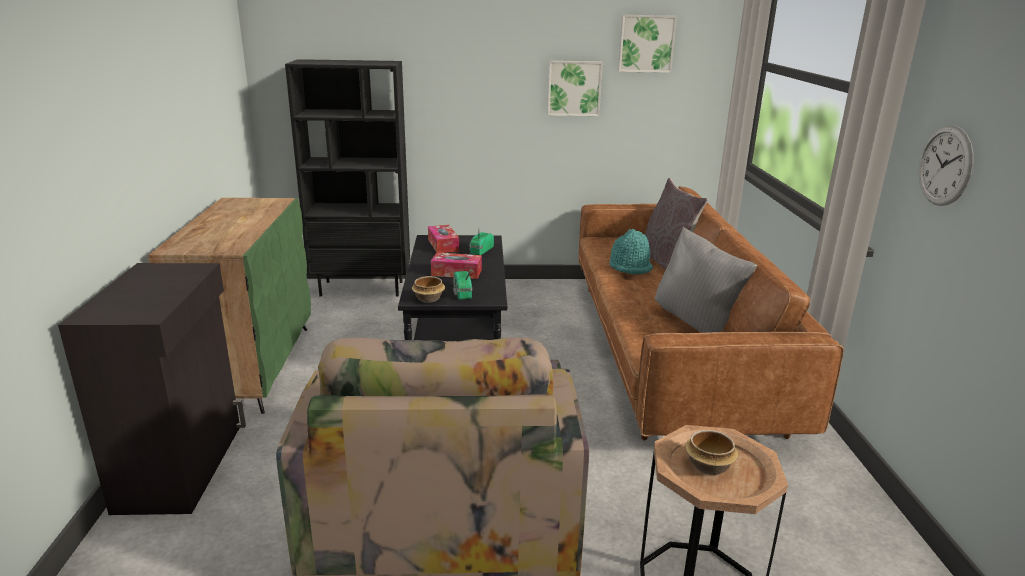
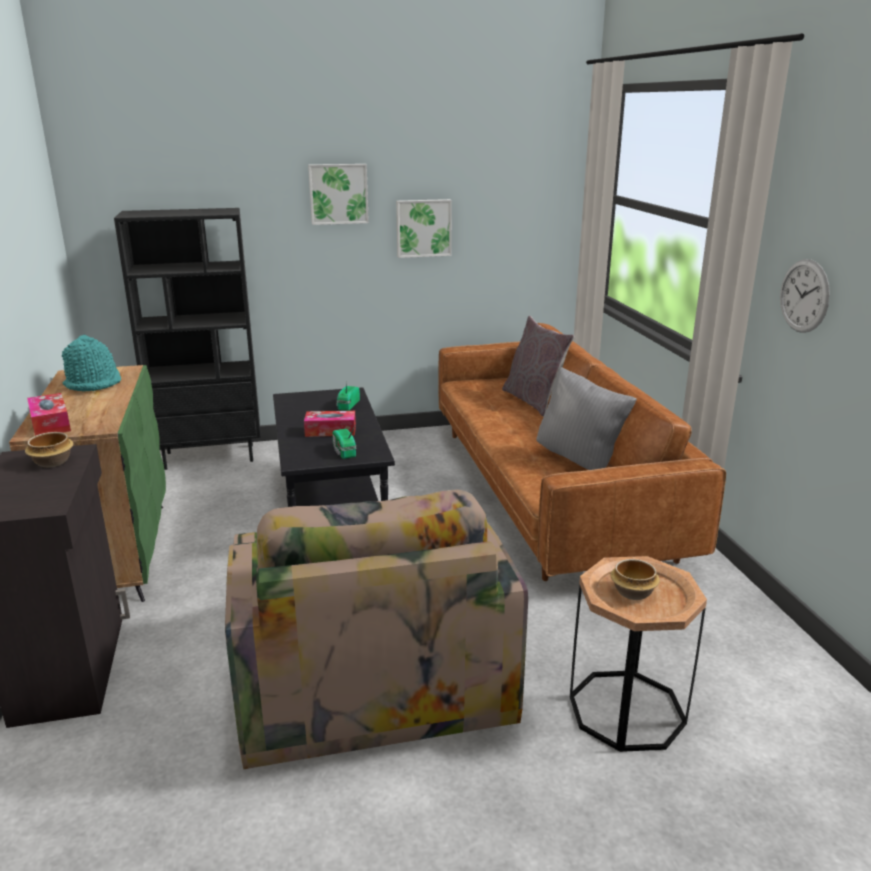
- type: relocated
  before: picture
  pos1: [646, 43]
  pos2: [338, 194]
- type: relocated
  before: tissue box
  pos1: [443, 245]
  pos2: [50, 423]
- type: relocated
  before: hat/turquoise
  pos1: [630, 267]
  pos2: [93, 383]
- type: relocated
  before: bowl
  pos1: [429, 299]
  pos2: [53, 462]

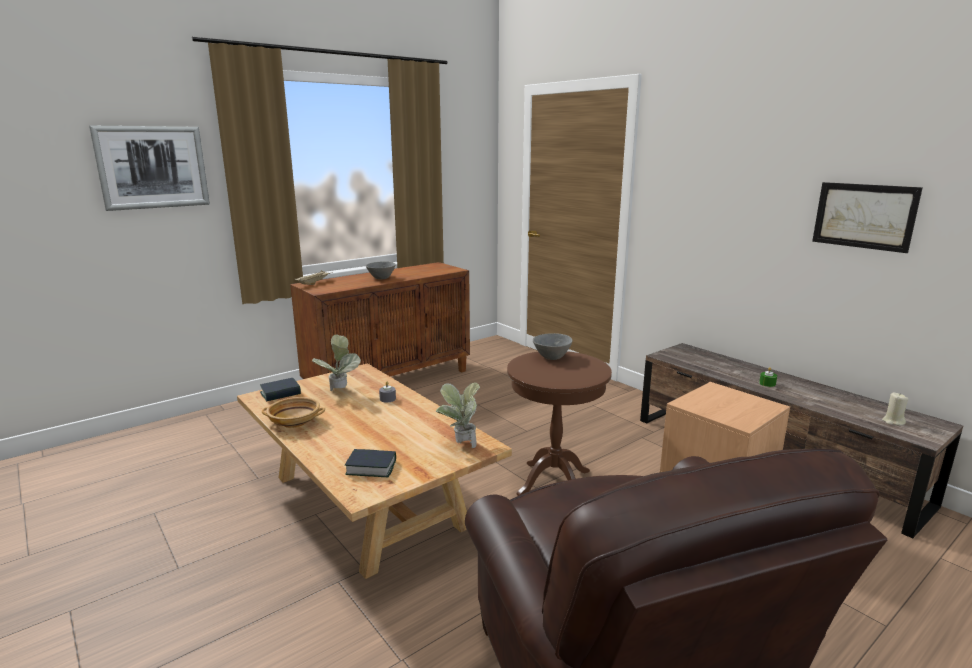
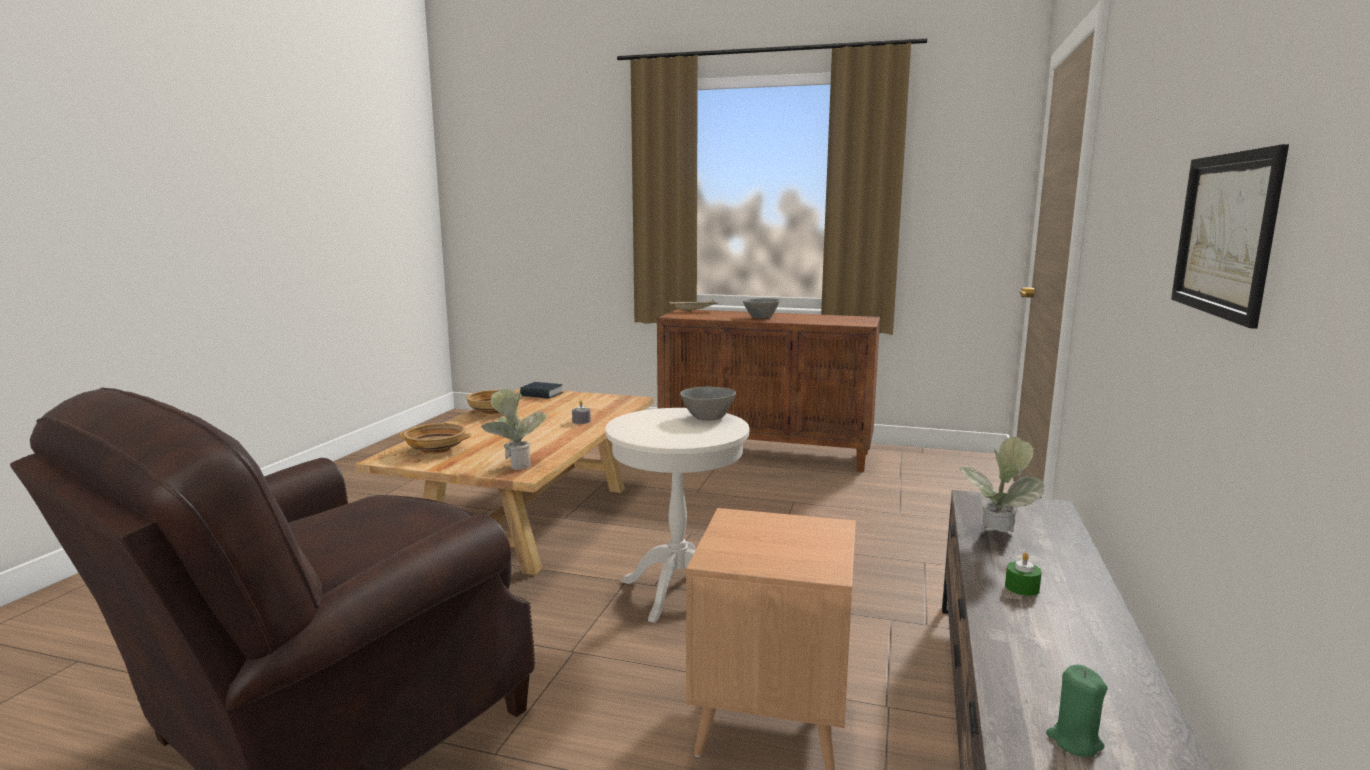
- type: missing
  before: picture
  pos1: [152, 167]
- type: relocated
  before: potted plant
  pos1: [339, 392]
  pos2: [996, 537]
- type: colour
  before: side table/brown
  after: side table/white
  pos1: [554, 482]
  pos2: [678, 592]
- type: colour
  before: candle/beige
  after: candle/green
  pos1: [893, 421]
  pos2: [1074, 741]
- type: exchanged
  before: book
  after: bowl/beige
  pos1: [371, 467]
  pos2: [437, 449]

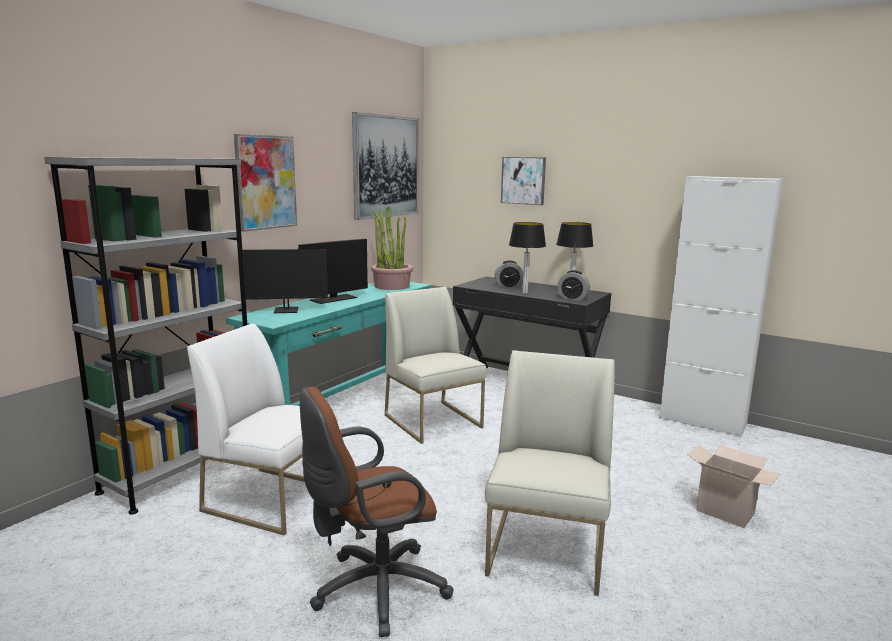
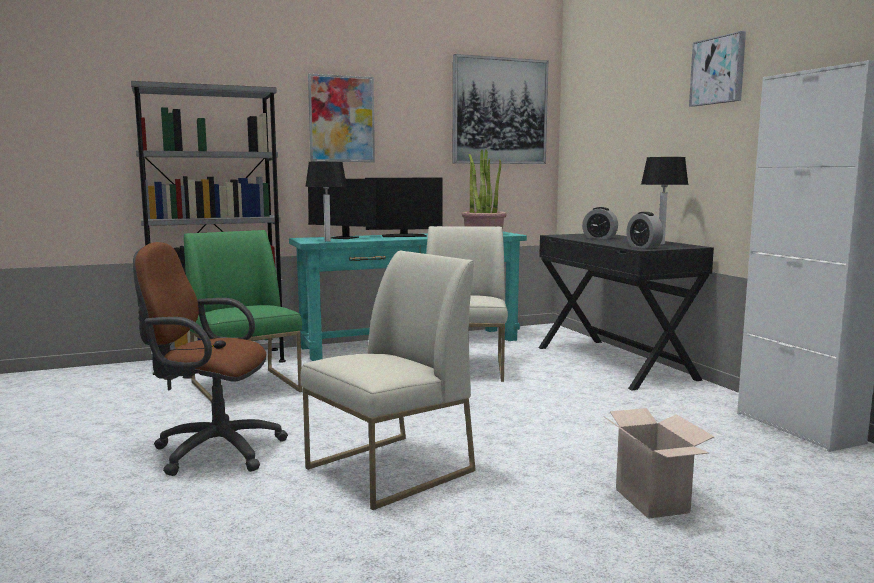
- type: relocated
  before: picture
  pos1: [523, 180]
  pos2: [718, 70]
- type: relocated
  before: table lamp
  pos1: [525, 293]
  pos2: [327, 241]
- type: colour
  before: chair/white
  after: chair/green
  pos1: [273, 499]
  pos2: [247, 387]

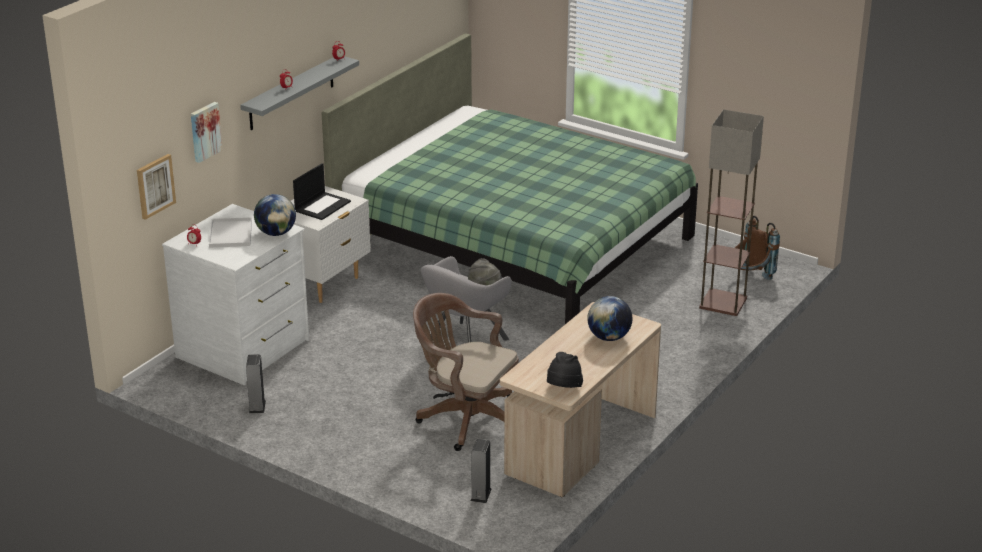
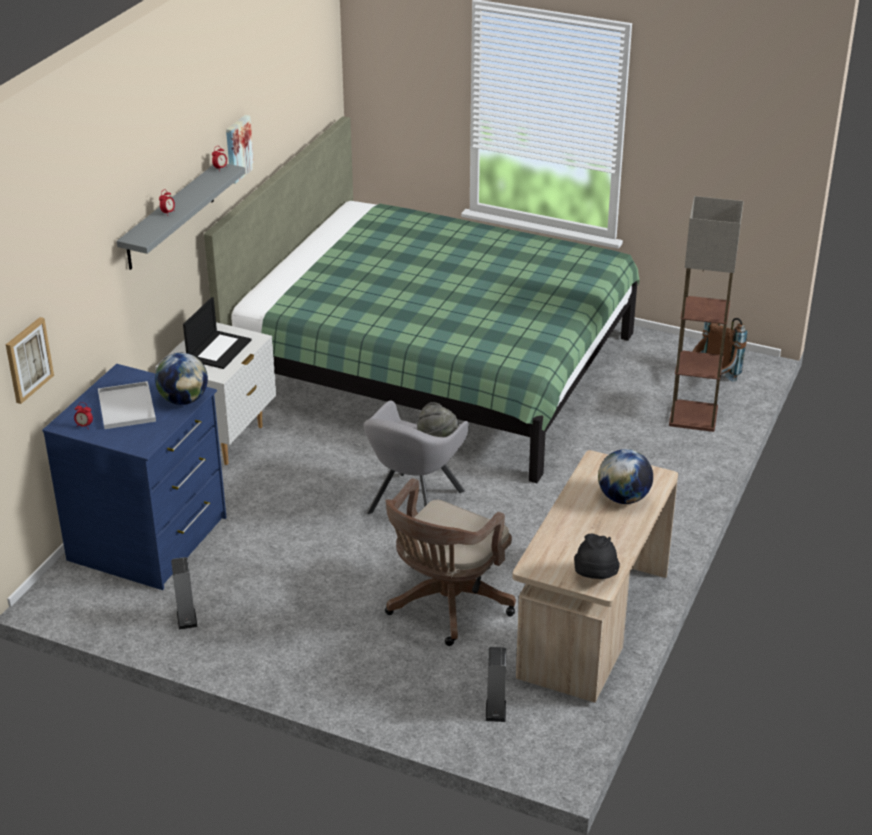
- type: relocated
  before: picture
  pos1: [204, 131]
  pos2: [237, 148]
- type: colour
  before: dresser/white
  after: dresser/blue
  pos1: [244, 349]
  pos2: [150, 539]
- type: spun
  before: office chair/brown
  pos1: [465, 419]
  pos2: [445, 605]
  turn: -75

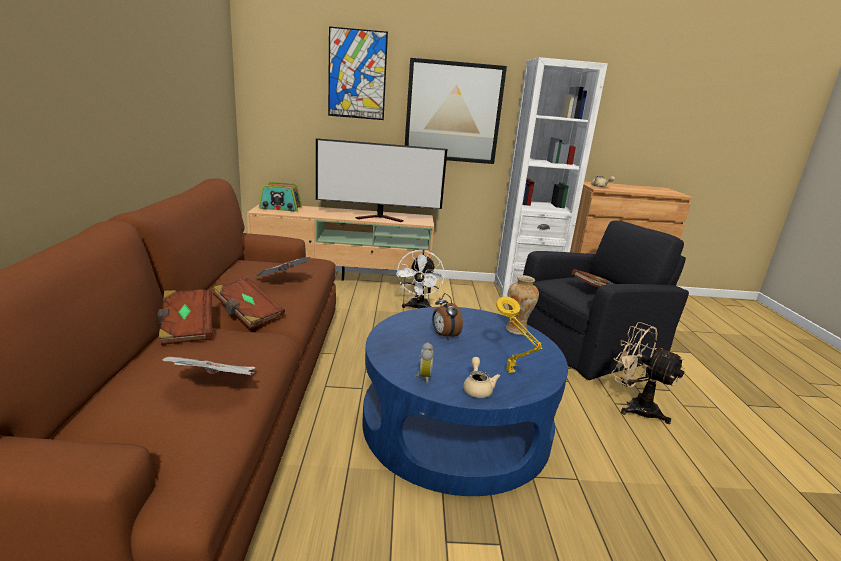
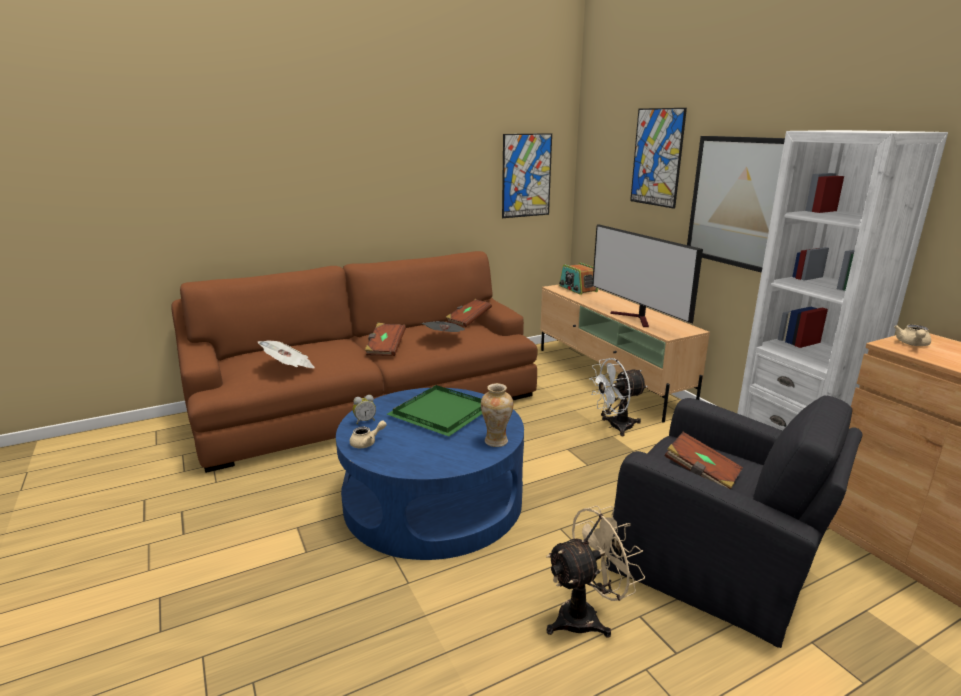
- type: relocated
  before: book/brown
  pos1: [186, 328]
  pos2: [468, 320]
- type: exchanged
  before: alarm clock
  after: tray/green
  pos1: [444, 335]
  pos2: [441, 414]
- type: missing
  before: table lamp/yellow
  pos1: [511, 373]
- type: spun
  before: fan/beige
  pos1: [634, 406]
  pos2: [586, 616]
  turn: 45
- type: appeared
  after: picture
  pos2: [526, 175]

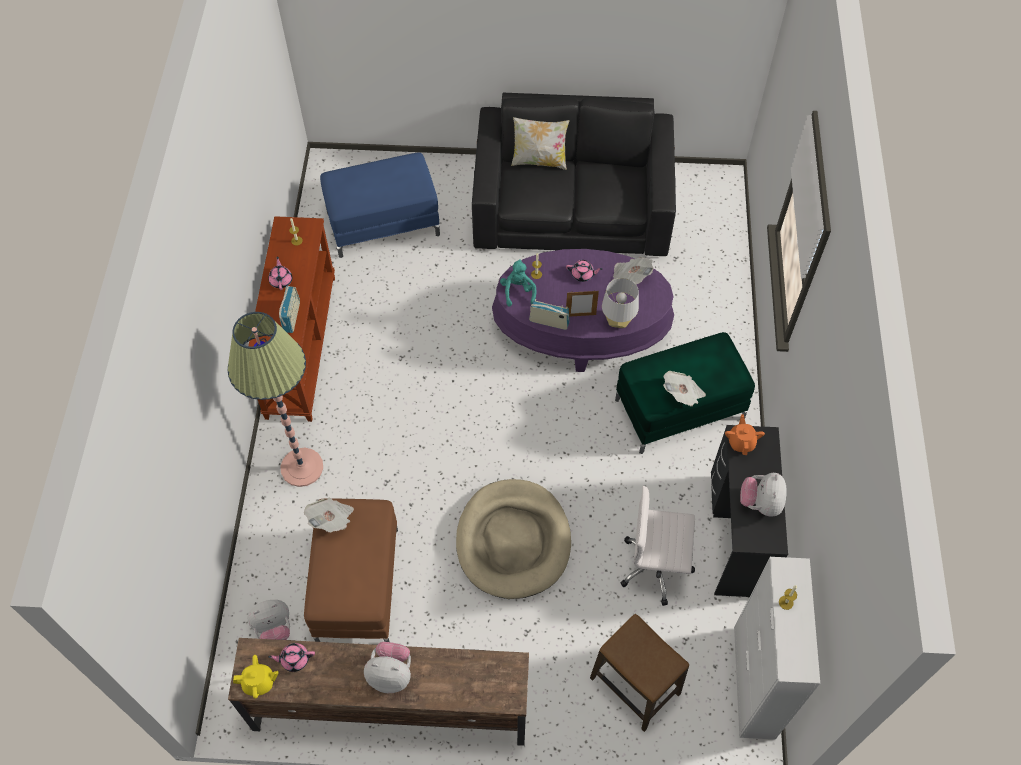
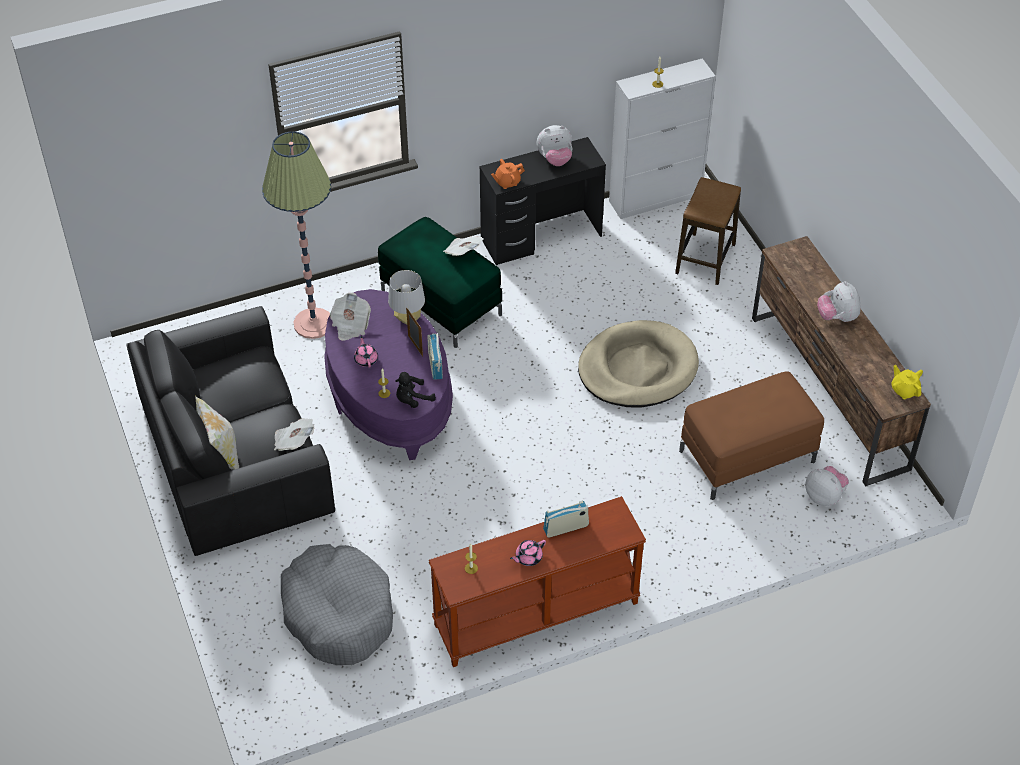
- type: exchanged
  before: ottoman/blue
  after: dog bed/grey
  pos1: [382, 224]
  pos2: [338, 613]
- type: colour
  before: plush toy/turquoise
  after: plush toy/black
  pos1: [518, 291]
  pos2: [412, 400]
- type: relocated
  before: floor lamp
  pos1: [302, 467]
  pos2: [313, 323]
- type: missing
  before: office chair/white
  pos1: [656, 566]
- type: relocated
  before: newspaper
  pos1: [331, 519]
  pos2: [294, 442]
- type: missing
  before: teapot/pink
  pos1: [294, 659]

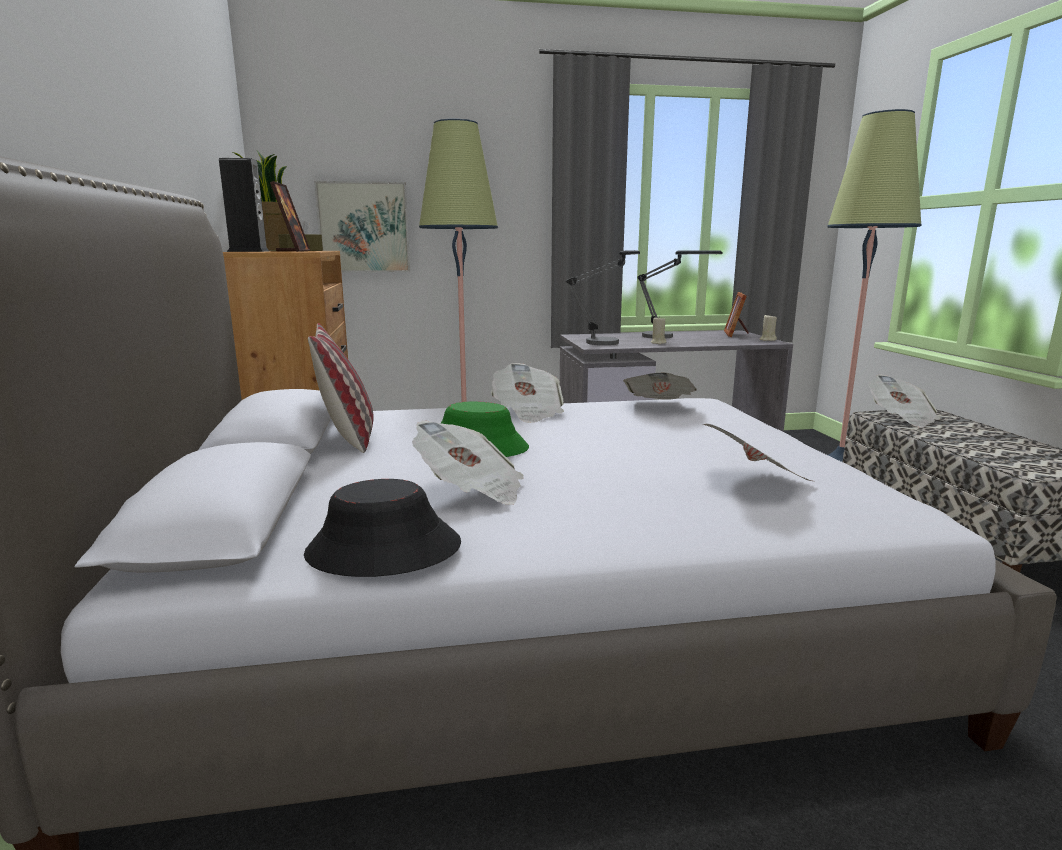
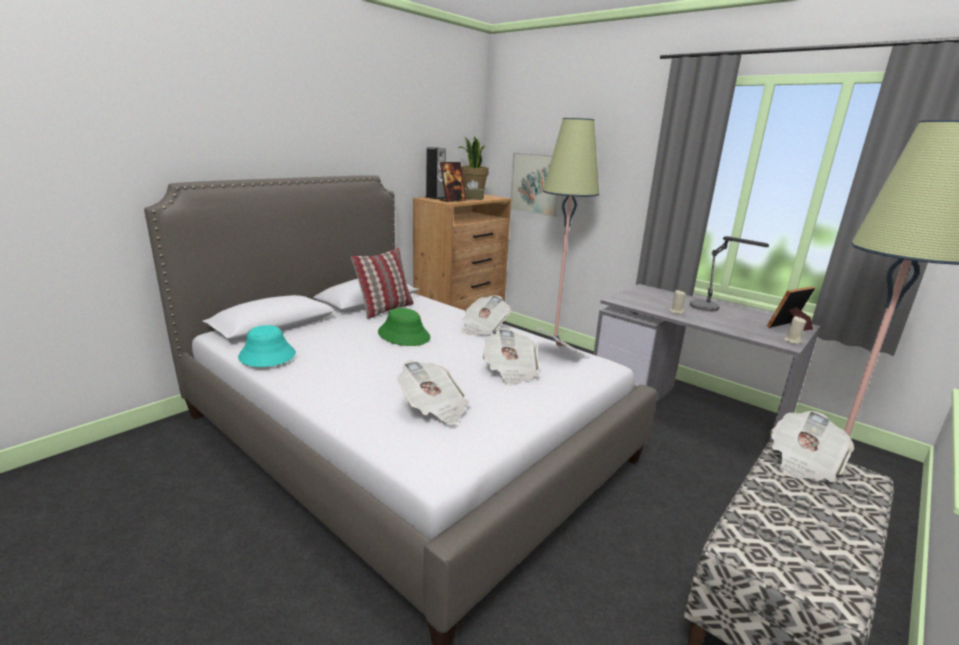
- type: missing
  before: table lamp
  pos1: [607, 341]
- type: relocated
  before: newspaper
  pos1: [471, 490]
  pos2: [510, 371]
- type: colour
  before: hat/black
  after: hat/turquoise
  pos1: [383, 550]
  pos2: [267, 356]

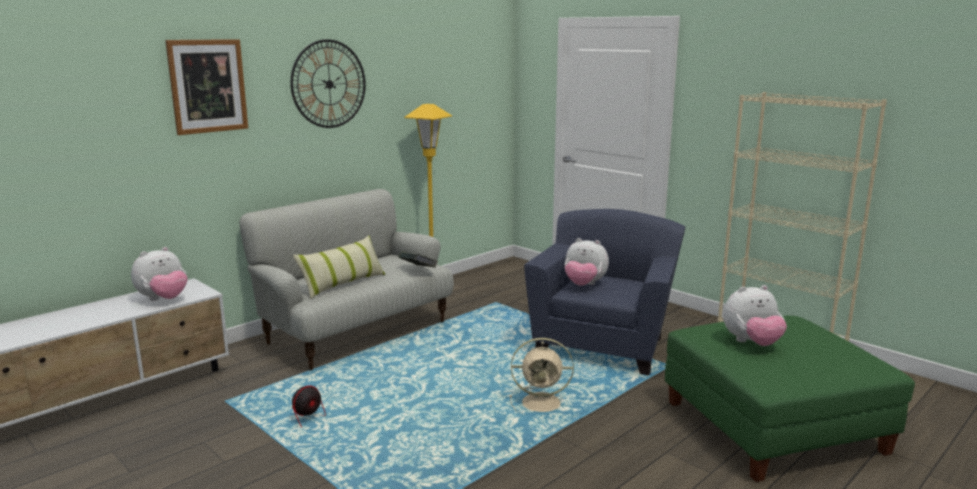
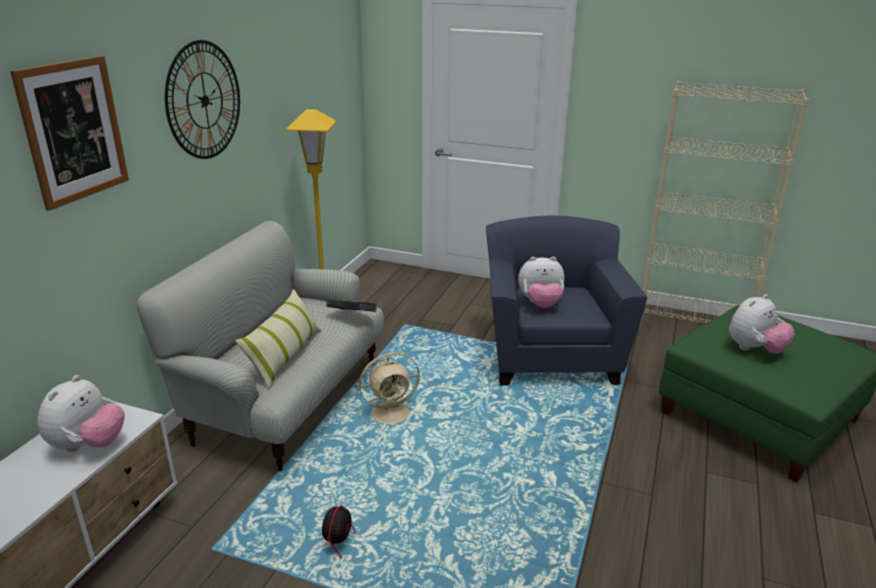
- type: relocated
  before: fan/beige
  pos1: [543, 403]
  pos2: [392, 412]

